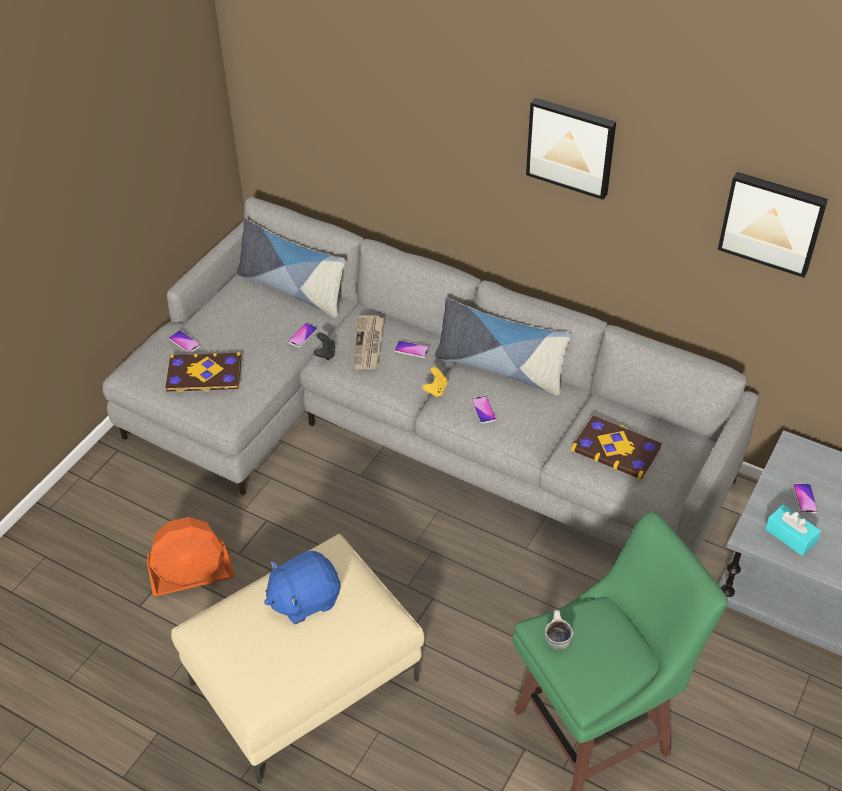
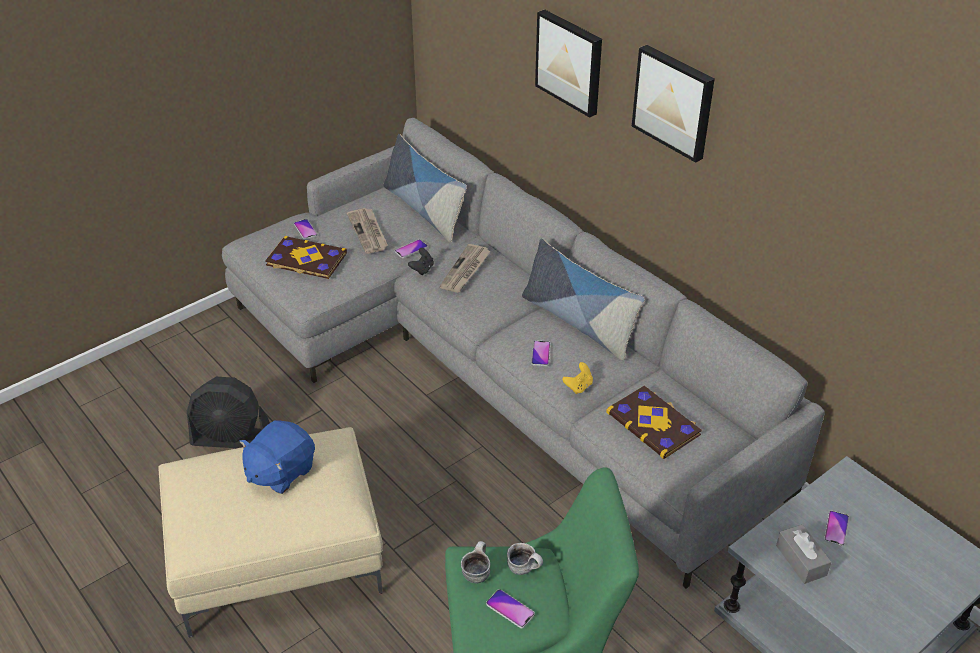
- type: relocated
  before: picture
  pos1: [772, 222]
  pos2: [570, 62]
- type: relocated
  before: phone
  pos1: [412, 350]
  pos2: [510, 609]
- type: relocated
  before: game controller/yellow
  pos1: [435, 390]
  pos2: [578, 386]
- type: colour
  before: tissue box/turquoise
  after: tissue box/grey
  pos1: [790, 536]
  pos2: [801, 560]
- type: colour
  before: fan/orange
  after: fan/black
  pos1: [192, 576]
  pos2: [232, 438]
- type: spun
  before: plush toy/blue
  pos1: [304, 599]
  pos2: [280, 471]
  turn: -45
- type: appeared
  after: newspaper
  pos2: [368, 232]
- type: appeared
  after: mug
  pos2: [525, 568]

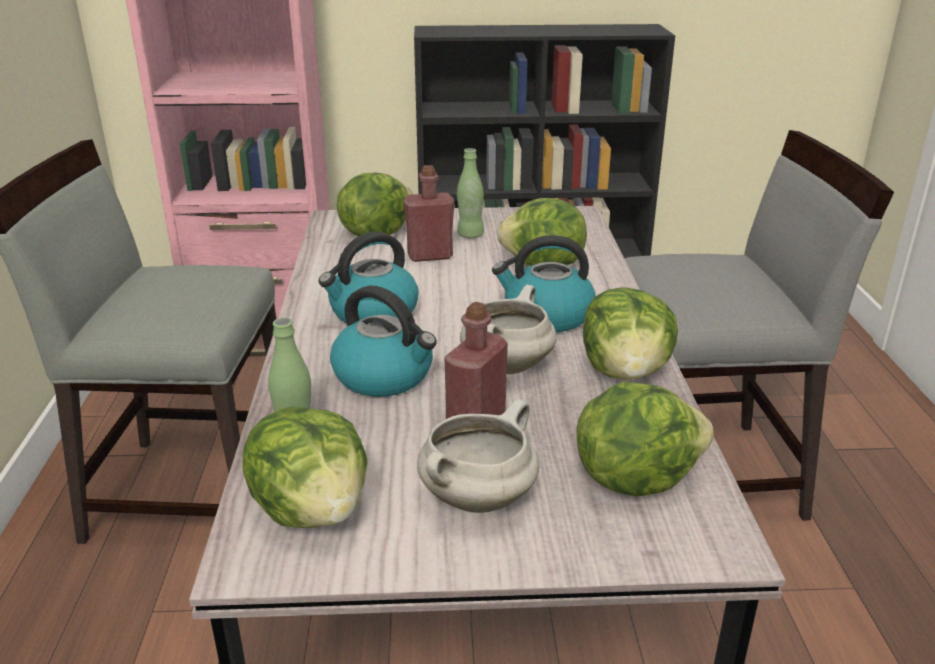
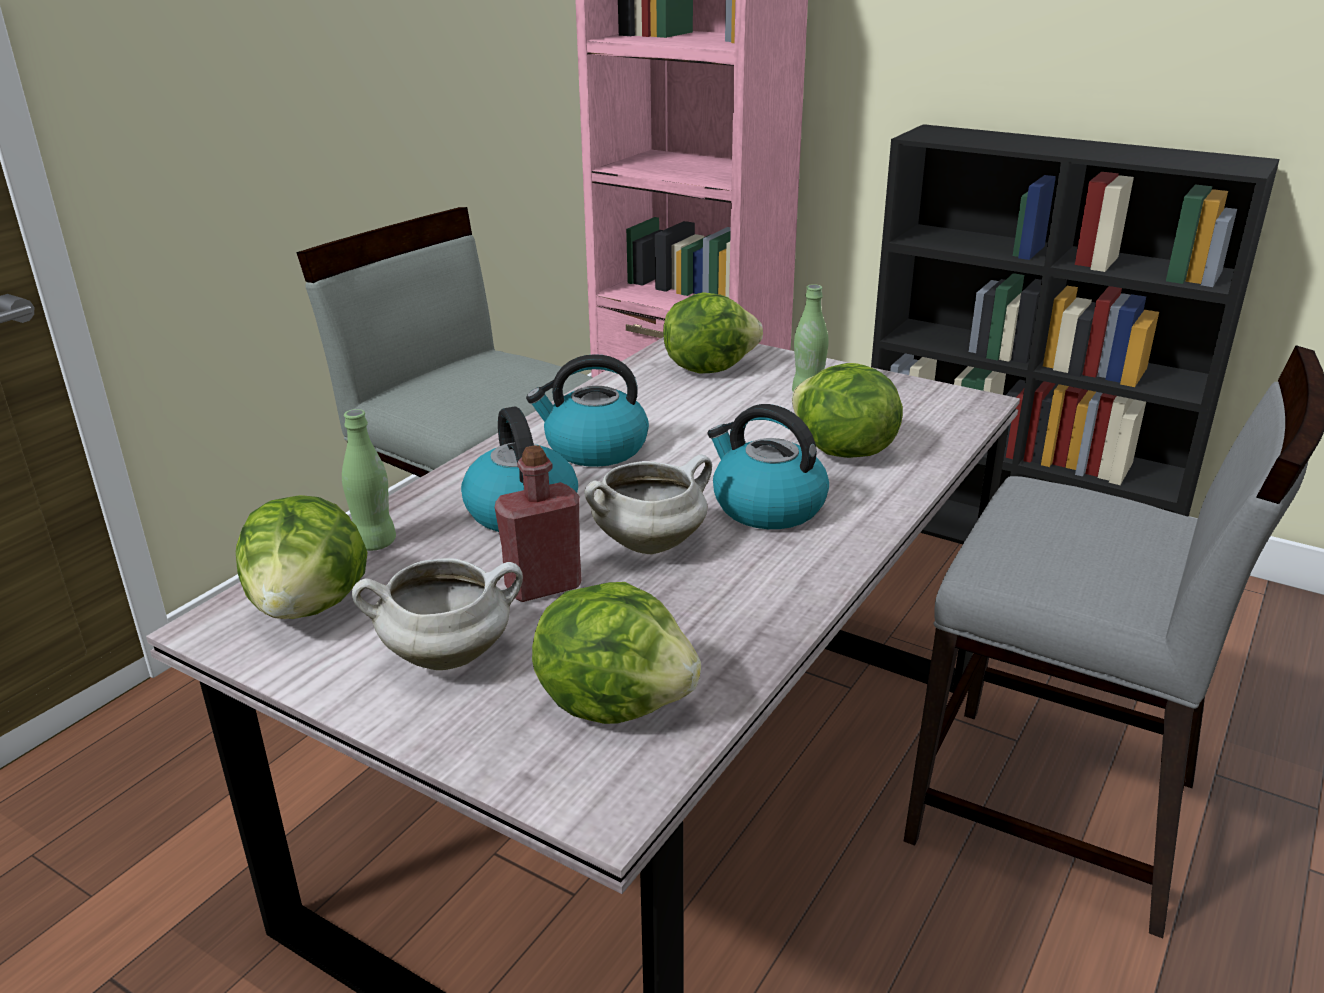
- type: missing
  before: bottle/red
  pos1: [430, 256]
- type: missing
  before: lettuce
  pos1: [626, 372]

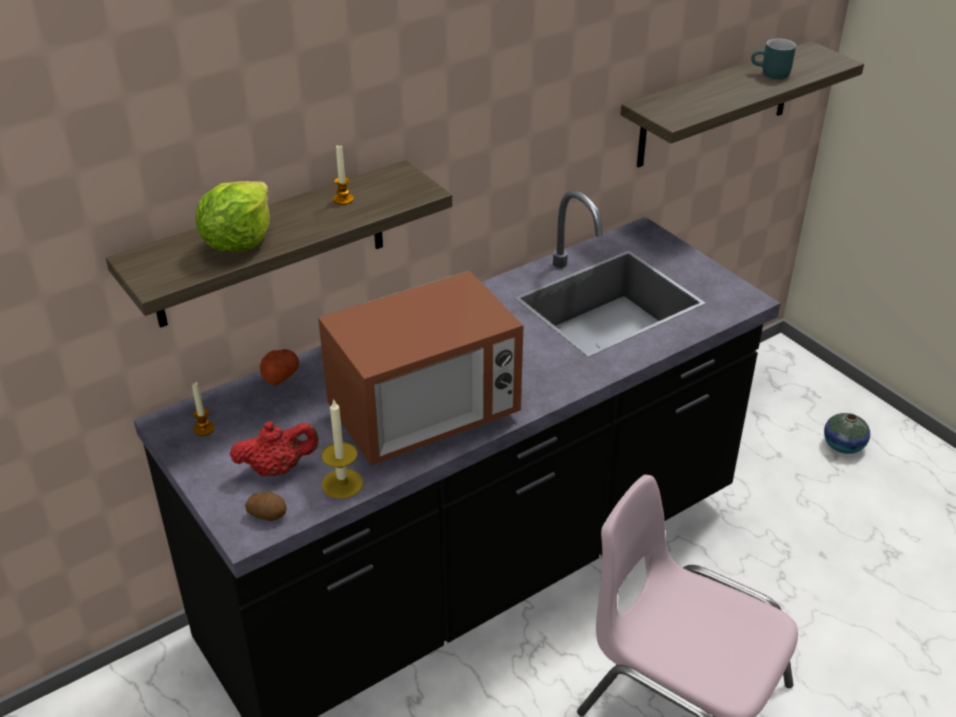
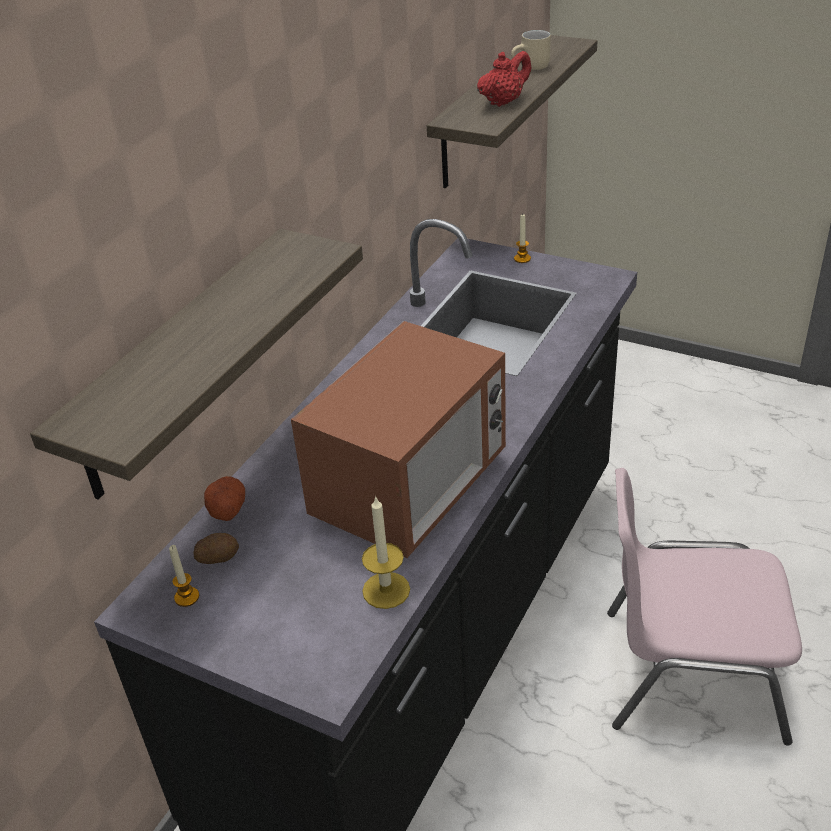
- type: colour
  before: mug/turquoise
  after: mug/beige
  pos1: [771, 74]
  pos2: [532, 67]
- type: relocated
  before: candle
  pos1: [343, 199]
  pos2: [522, 259]
- type: missing
  before: lettuce
  pos1: [238, 241]
- type: missing
  before: vase
  pos1: [843, 445]
- type: relocated
  before: teapot/red
  pos1: [277, 468]
  pos2: [503, 102]
- type: relocated
  before: potato
  pos1: [268, 514]
  pos2: [218, 557]

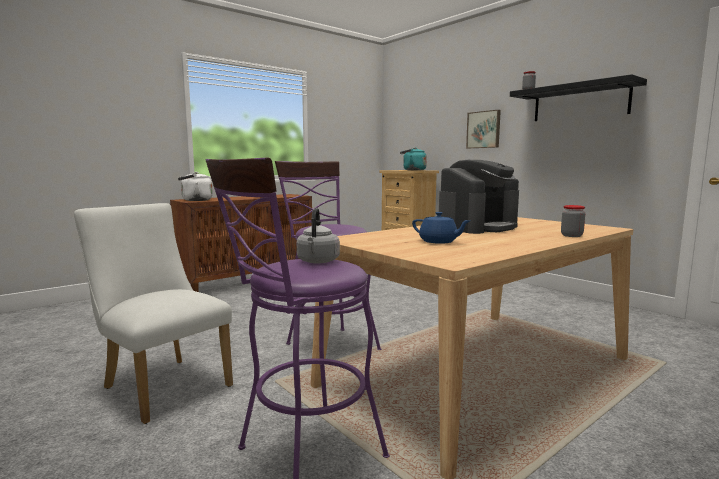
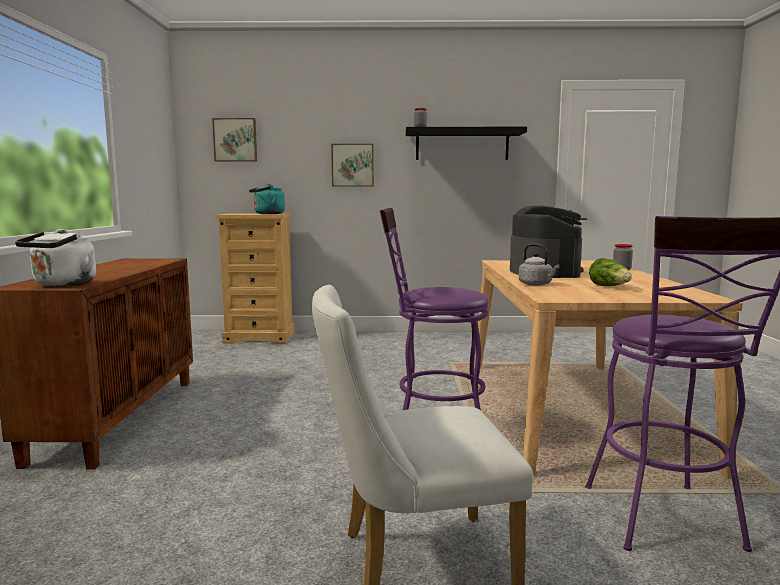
- type: relocated
  before: kettle/grey
  pos1: [317, 262]
  pos2: [536, 284]
- type: exchanged
  before: teapot/blue
  after: lettuce
  pos1: [439, 241]
  pos2: [610, 287]
- type: appeared
  after: picture
  pos2: [235, 140]

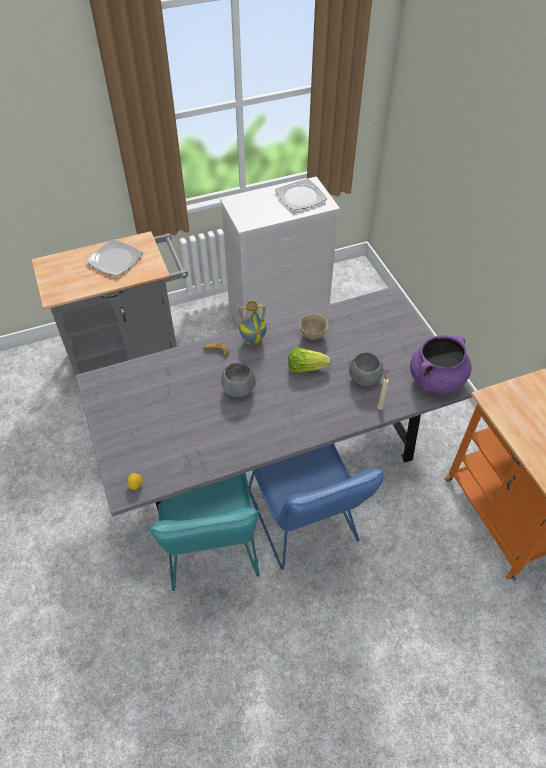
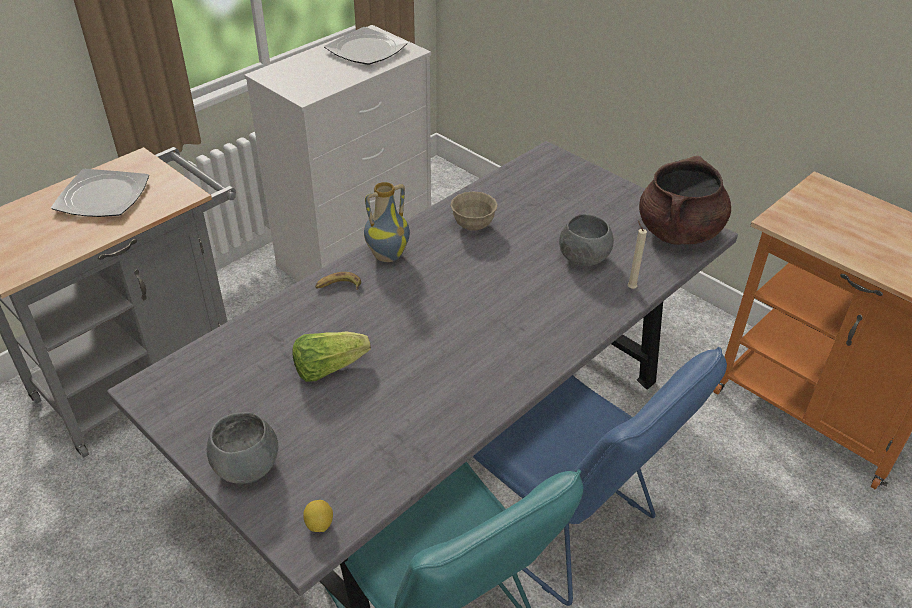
- type: colour
  before: cooking pot/purple
  after: cooking pot/brown
  pos1: [436, 379]
  pos2: [679, 232]
- type: relocated
  before: lettuce
  pos1: [305, 367]
  pos2: [328, 368]
- type: relocated
  before: bowl/grey
  pos1: [239, 389]
  pos2: [247, 466]

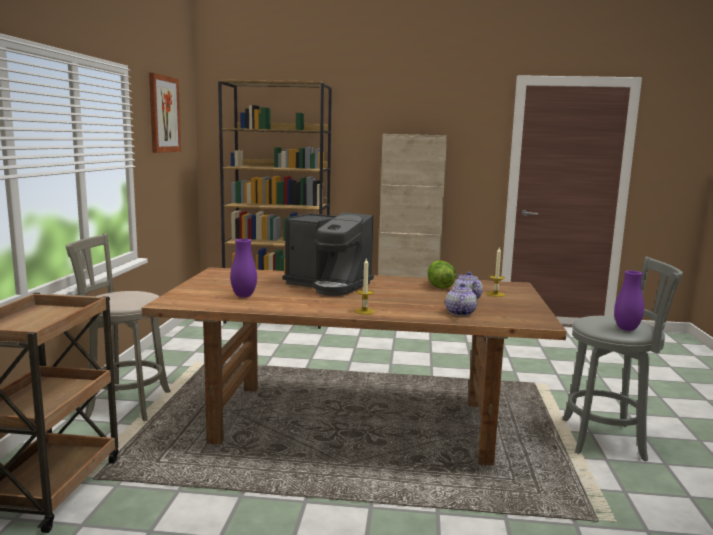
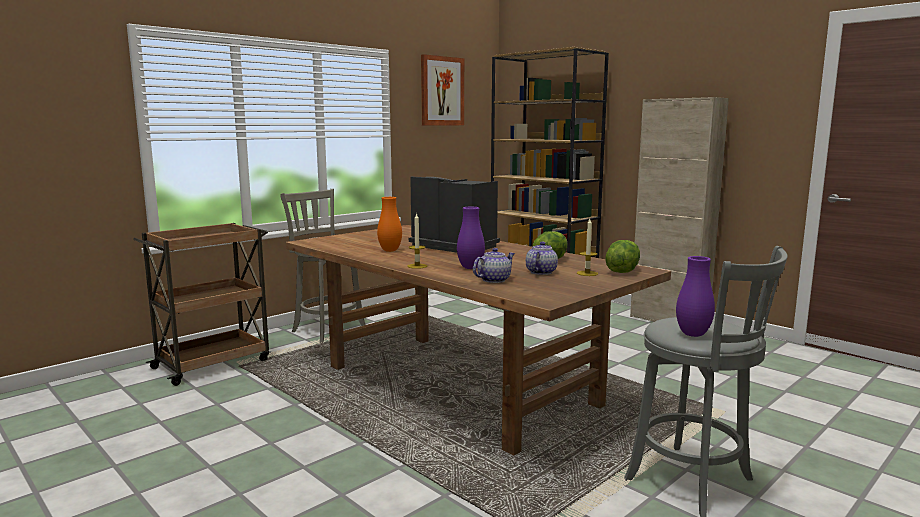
- type: spun
  before: coffee machine
  pos1: [329, 285]
  pos2: [454, 246]
  turn: 150
- type: relocated
  before: vase/purple
  pos1: [244, 296]
  pos2: [470, 268]
- type: appeared
  after: vase/orange
  pos2: [390, 250]
- type: appeared
  after: lettuce
  pos2: [621, 271]

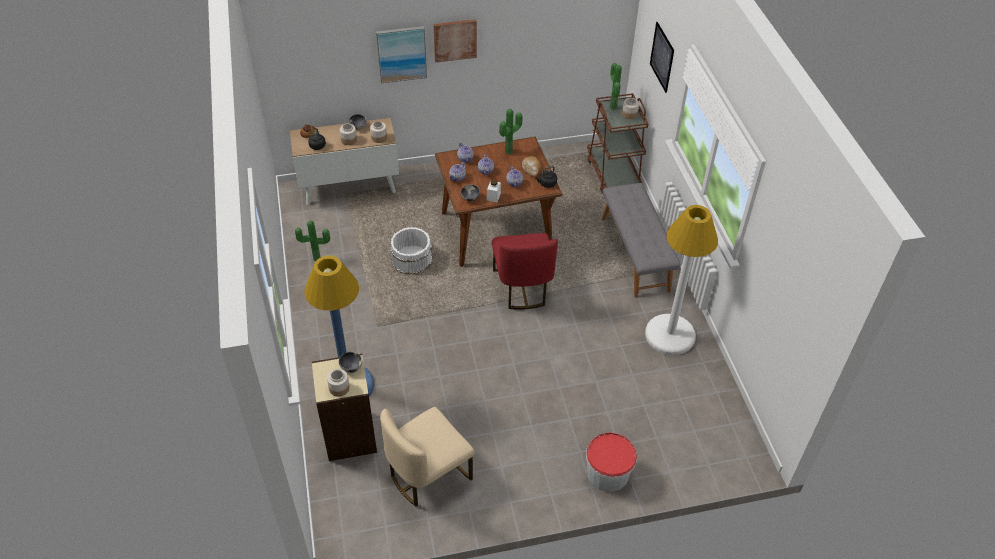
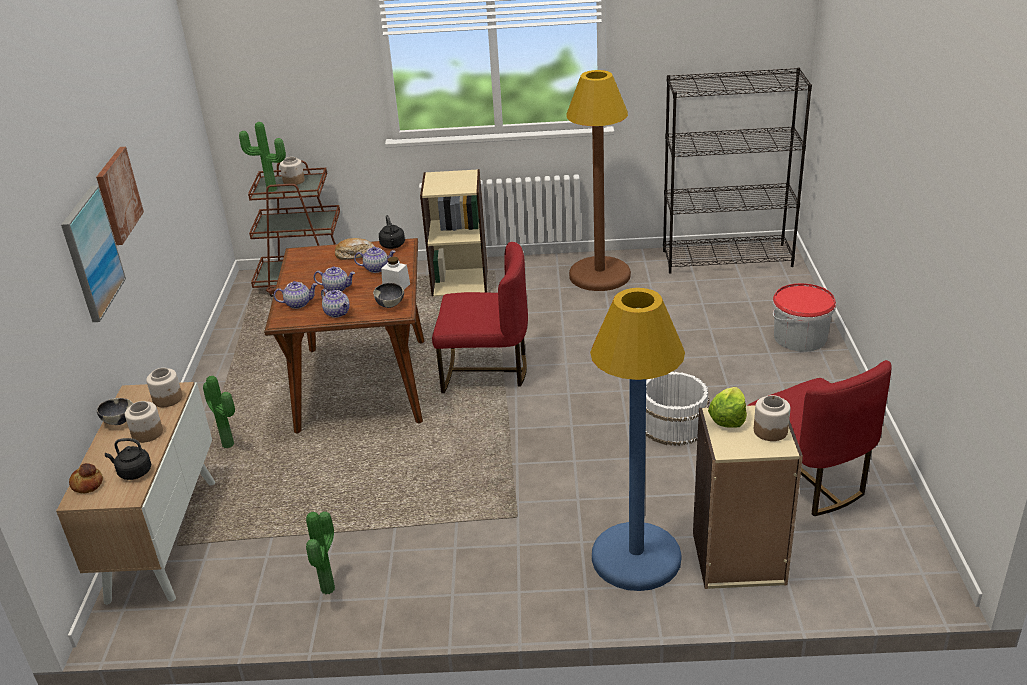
- type: missing
  before: picture
  pos1: [662, 57]
- type: relocated
  before: potted plant
  pos1: [510, 152]
  pos2: [230, 444]
- type: exchanged
  before: bench/grey
  after: bookcase/beige
  pos1: [636, 253]
  pos2: [460, 282]
- type: colour
  before: floor lamp/white
  after: floor lamp/brown
  pos1: [670, 335]
  pos2: [600, 275]
- type: relocated
  before: bucket/white
  pos1: [411, 259]
  pos2: [673, 425]
- type: exchanged
  before: bowl
  after: lettuce
  pos1: [351, 367]
  pos2: [727, 418]
- type: colour
  before: chair/beige
  after: chair/red
  pos1: [428, 474]
  pos2: [808, 479]
- type: appeared
  after: bookcase/black
  pos2: [727, 258]

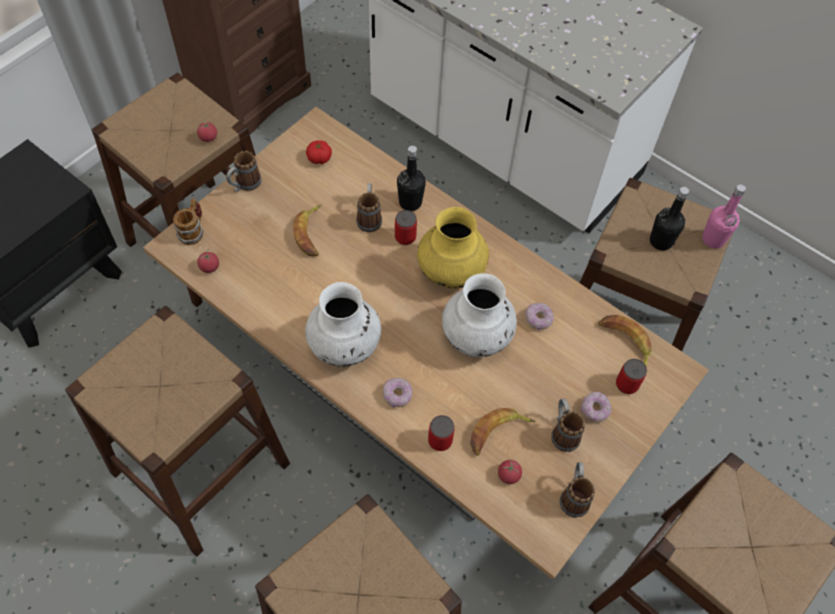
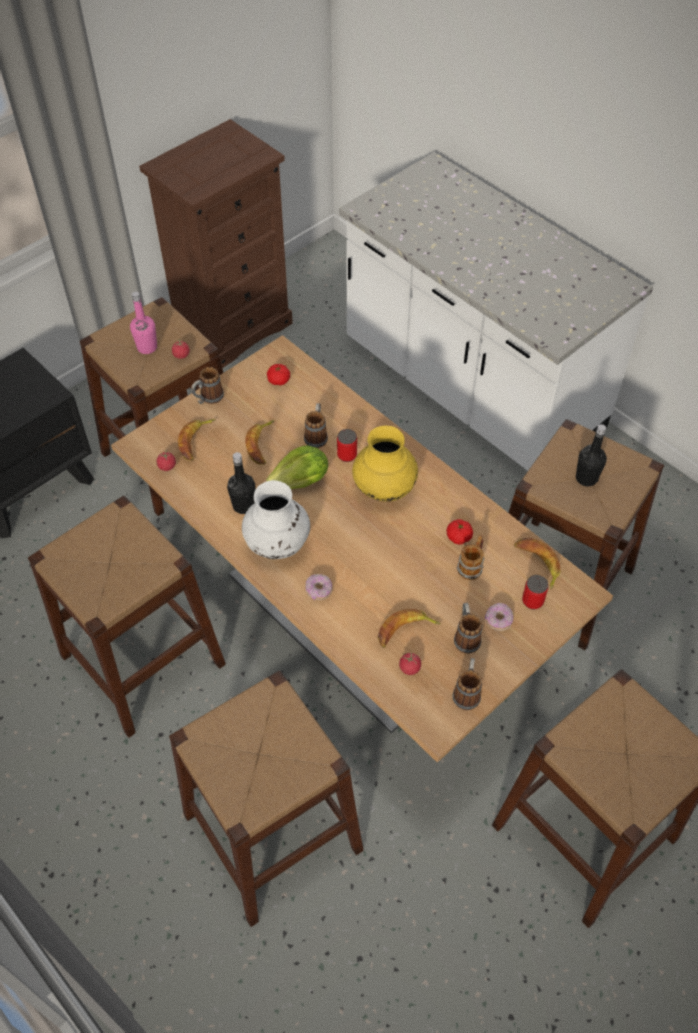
- type: relocated
  before: bottle/black
  pos1: [410, 202]
  pos2: [244, 505]
- type: relocated
  before: bottle/pink
  pos1: [713, 239]
  pos2: [147, 347]
- type: relocated
  before: mug
  pos1: [193, 230]
  pos2: [471, 565]
- type: missing
  before: vase/white
  pos1: [476, 338]
- type: exchanged
  before: donut
  after: tomato
  pos1: [538, 320]
  pos2: [458, 537]
- type: missing
  before: can
  pos1: [440, 440]
- type: appeared
  after: banana
  pos2: [196, 441]
- type: appeared
  after: lettuce
  pos2: [301, 481]

